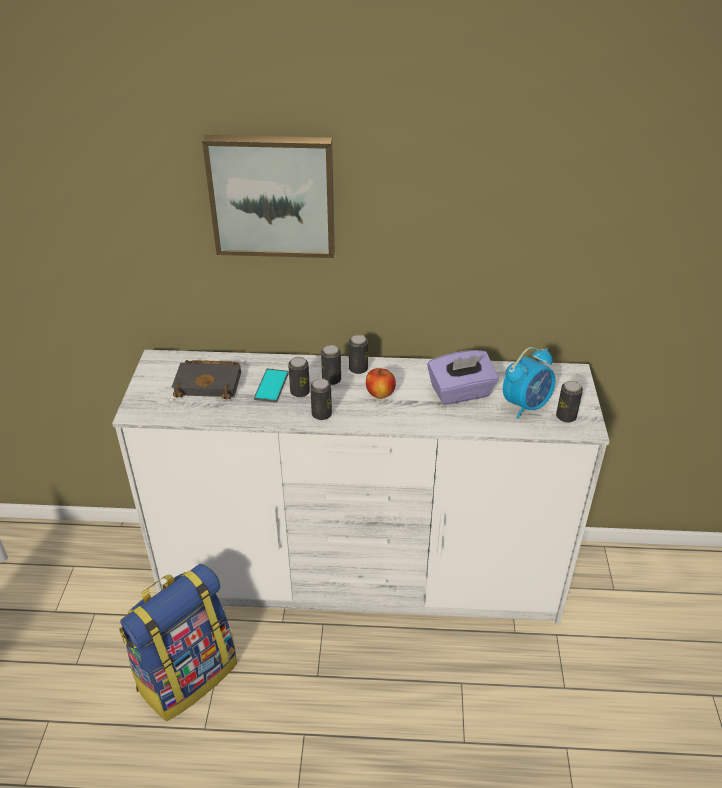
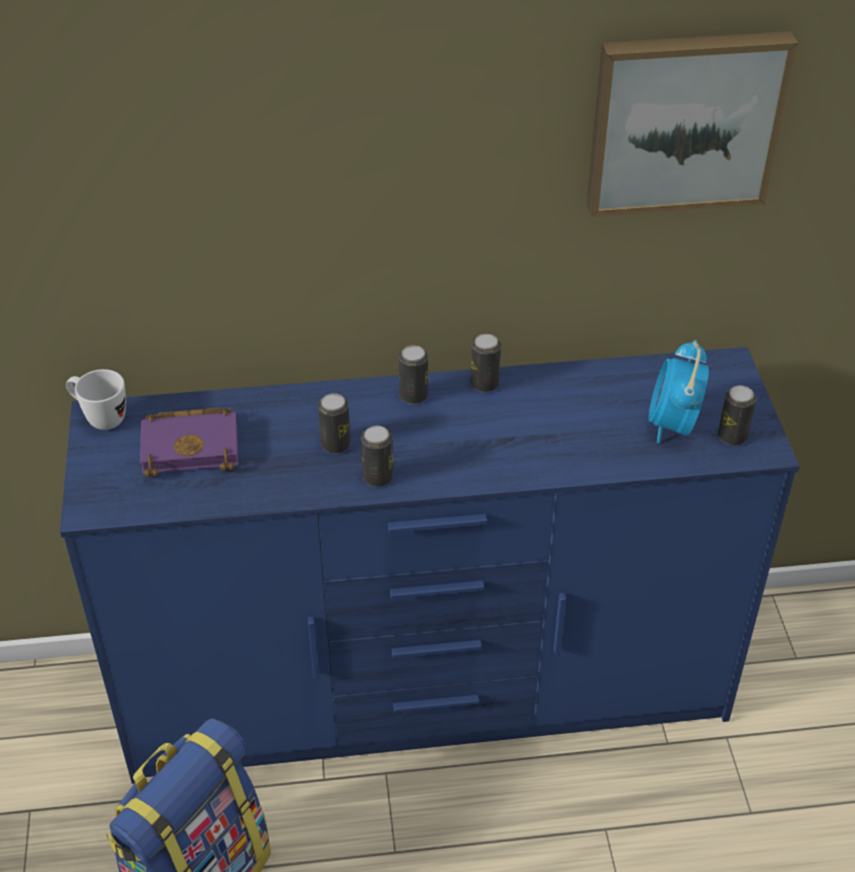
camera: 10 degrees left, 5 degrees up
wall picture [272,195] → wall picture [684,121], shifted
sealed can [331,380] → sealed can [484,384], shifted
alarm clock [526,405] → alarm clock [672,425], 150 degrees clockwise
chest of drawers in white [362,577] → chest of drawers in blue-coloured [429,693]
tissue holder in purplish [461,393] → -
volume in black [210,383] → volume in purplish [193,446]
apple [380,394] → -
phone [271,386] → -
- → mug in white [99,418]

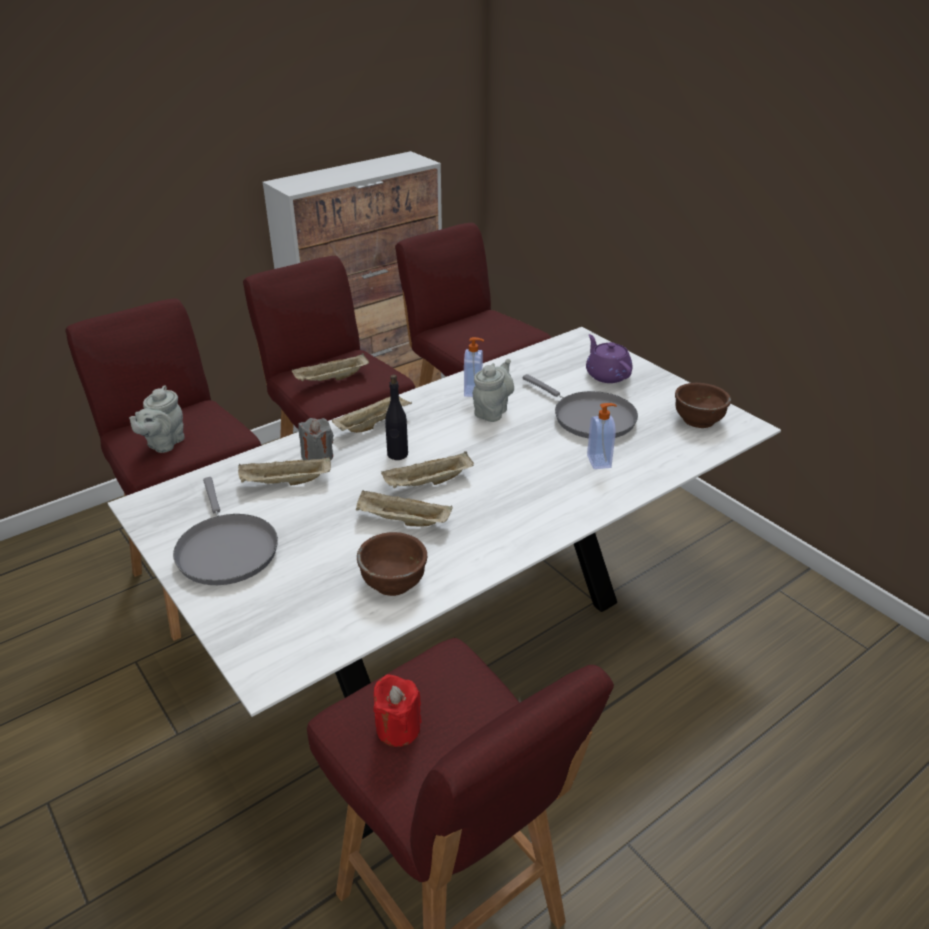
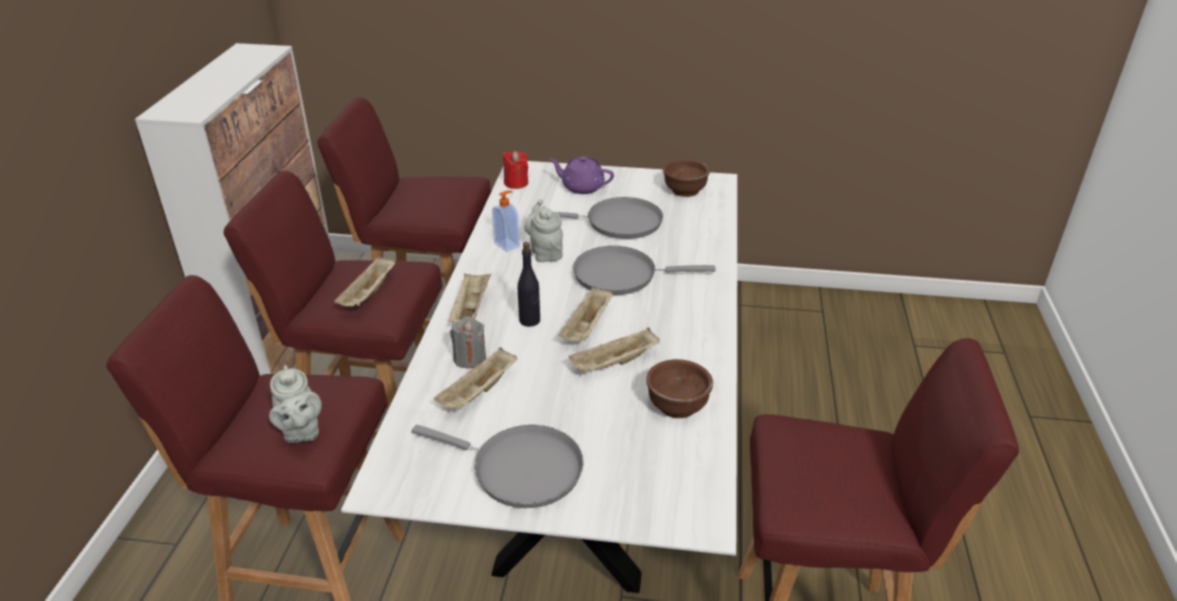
camera: 45 degrees left, 0 degrees up
soap dispenser [600,461] → -
wax light in red [398,728] → wax light in red [516,183], shifted
- → frying pan in greyish [621,275]

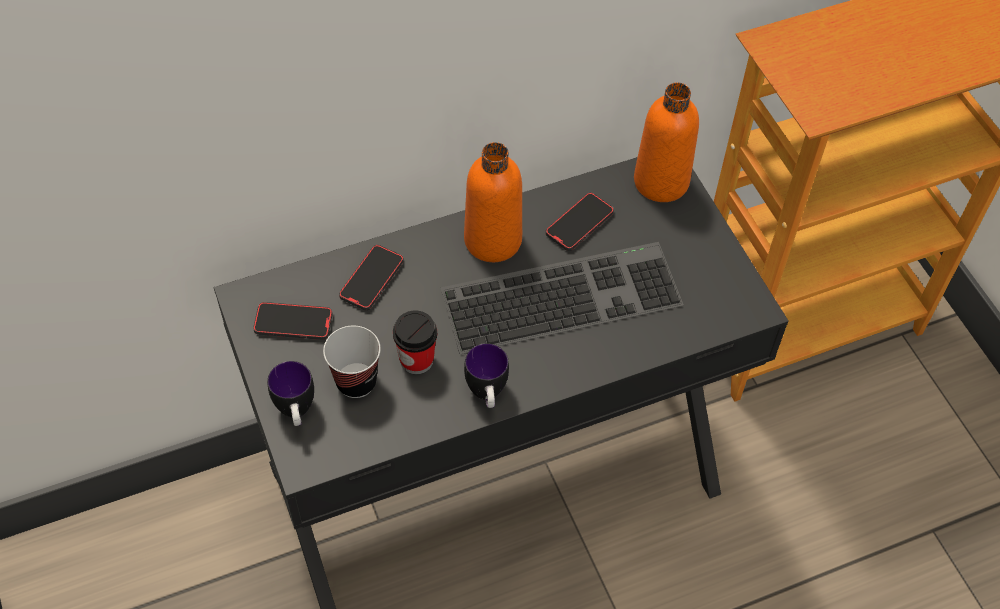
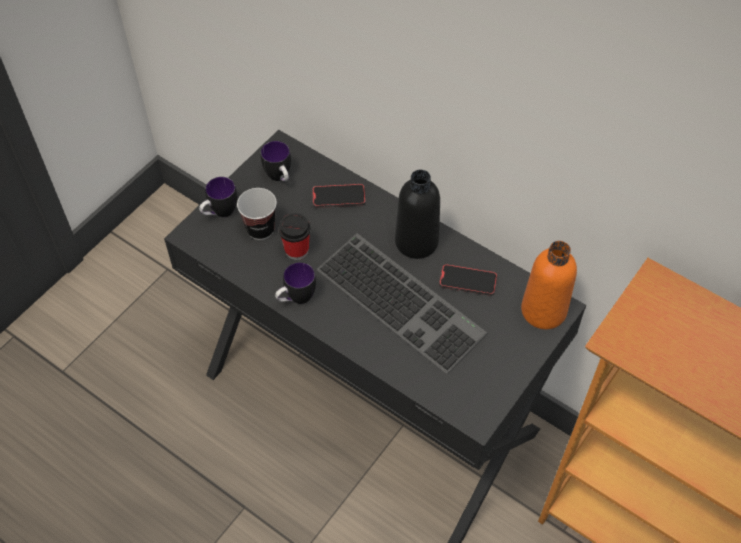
camera: 60 degrees right, 0 degrees up
beverage bottle in orange-coloured [493,240] → beverage bottle in black [416,242]
phone [293,323] → mug [280,178]

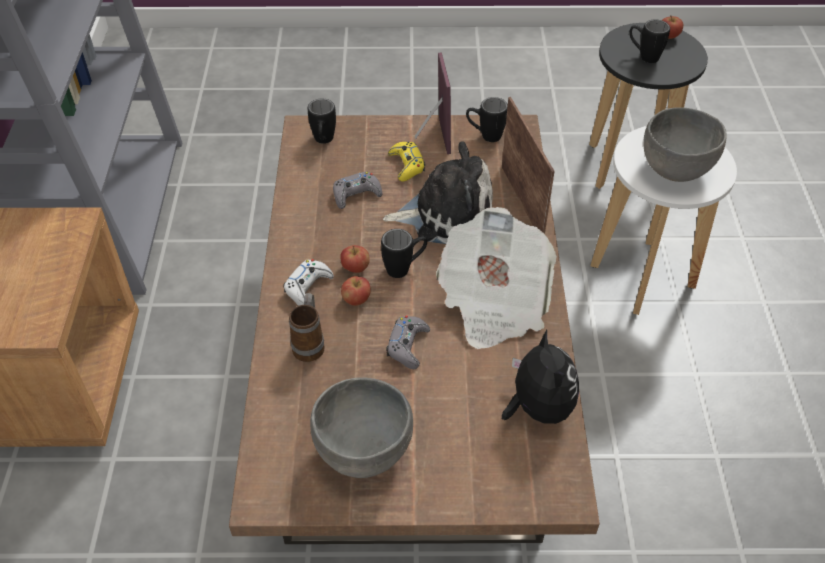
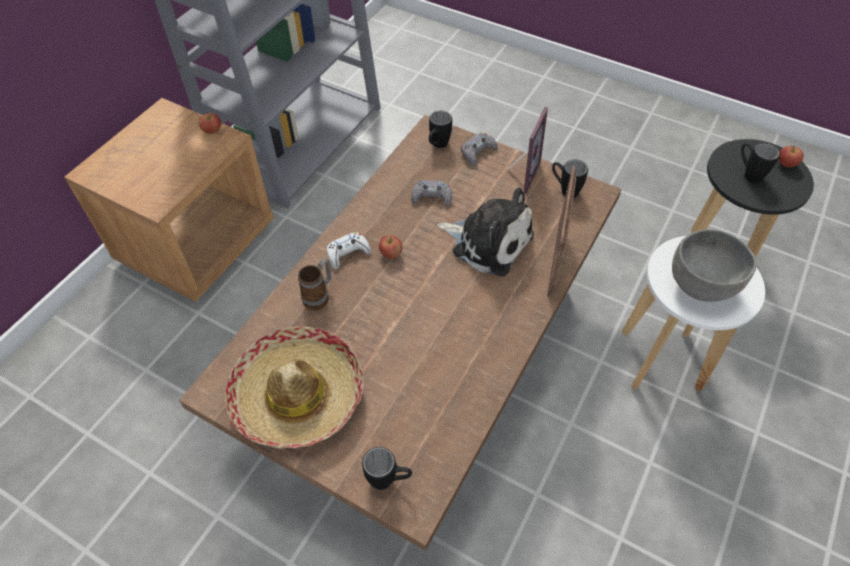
camera: 30 degrees right, 5 degrees up
joypad in yellow-coloured [407,165] → -
daily paper [493,301] → -
mug in black [404,268] → mug in black [389,480], shifted
apple [356,300] → apple [212,131], shifted
joypad in greyish [408,346] → joypad in greyish [478,152], shifted
plush toy [537,408] → -
bowl in greyish [362,452] → hat [298,394]

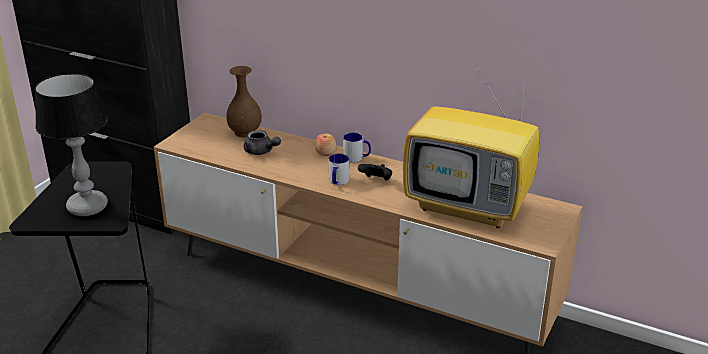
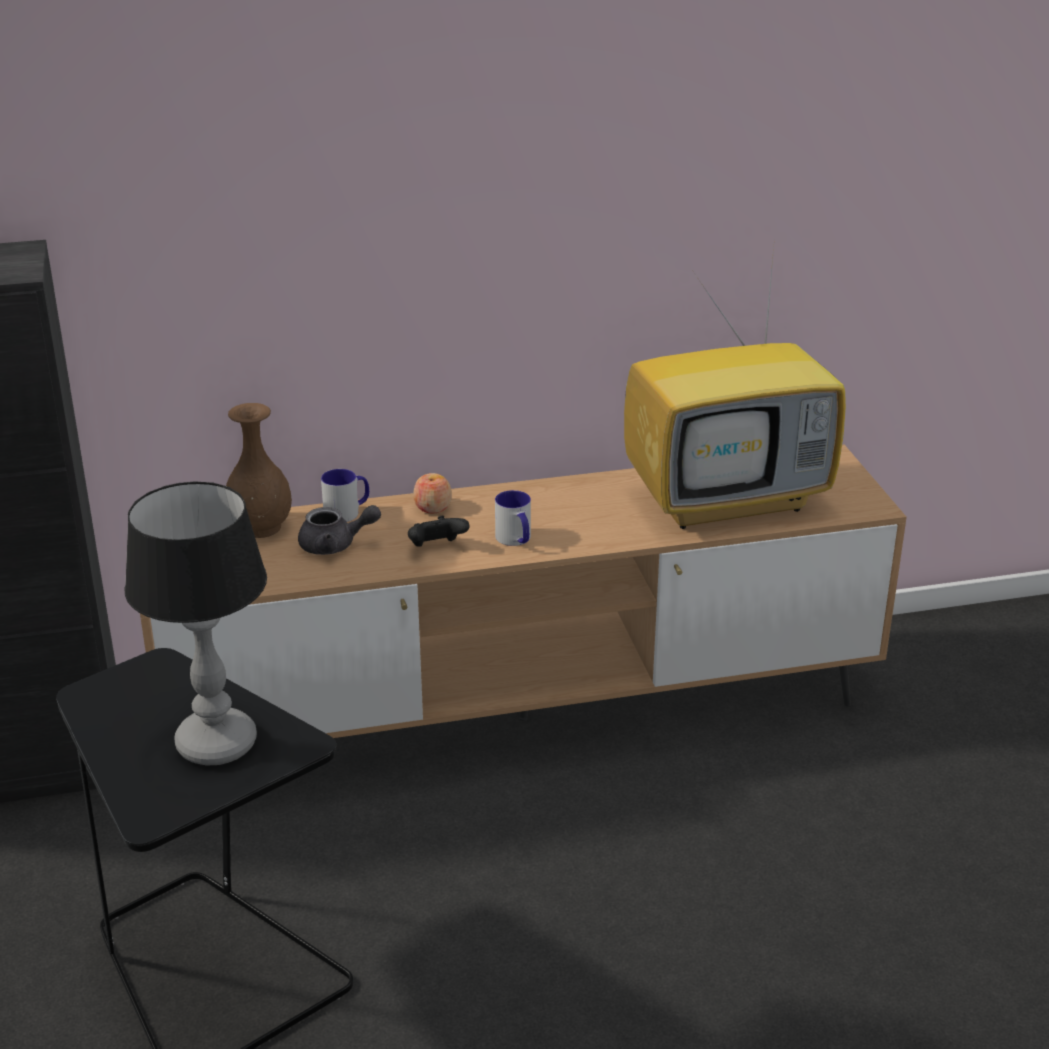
camera: 40 degrees left, 0 degrees up
mug [356,158] → mug [347,512], shifted
joypad in black [376,181] → joypad in black [436,548], shifted

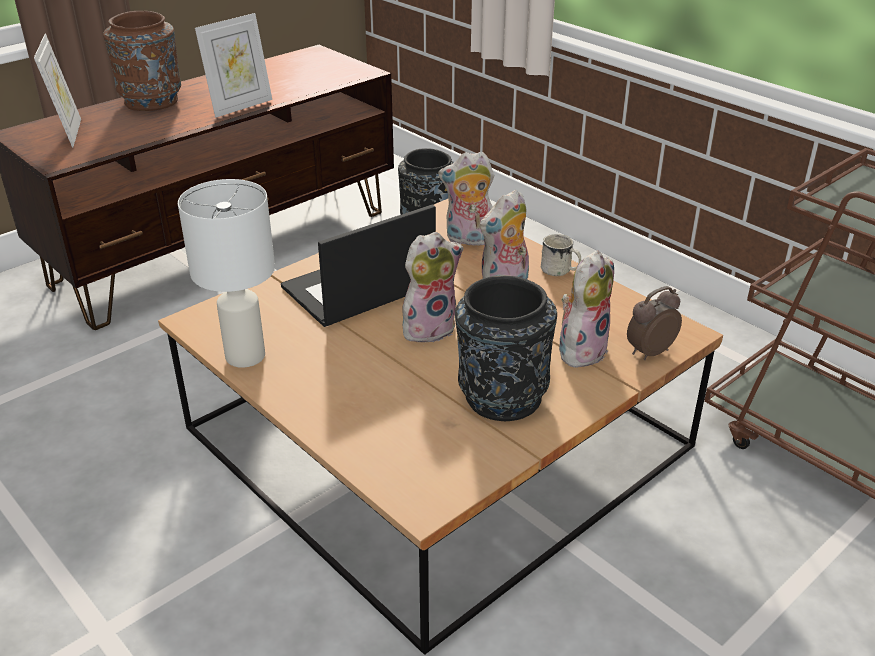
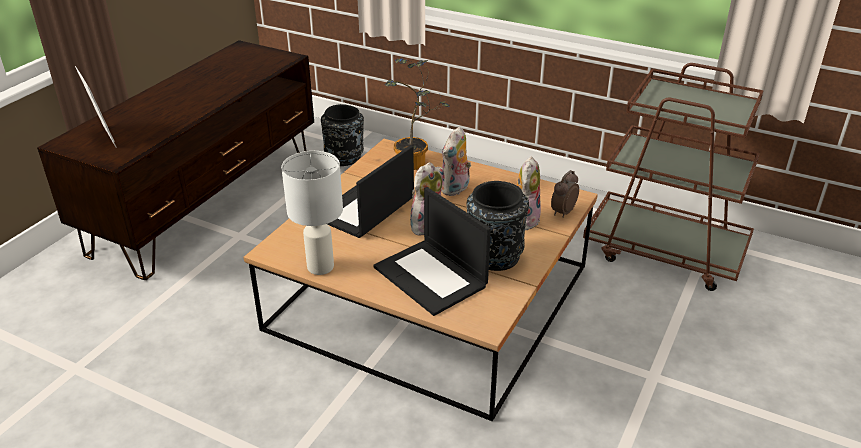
camera: 20 degrees left, 0 degrees up
decorative vase in brownish [151,102] → -
photo frame [240,106] → -
plush toy [469,240] → potted plant [415,164]
mug in white [560,271] → -
- → portable computer [432,277]

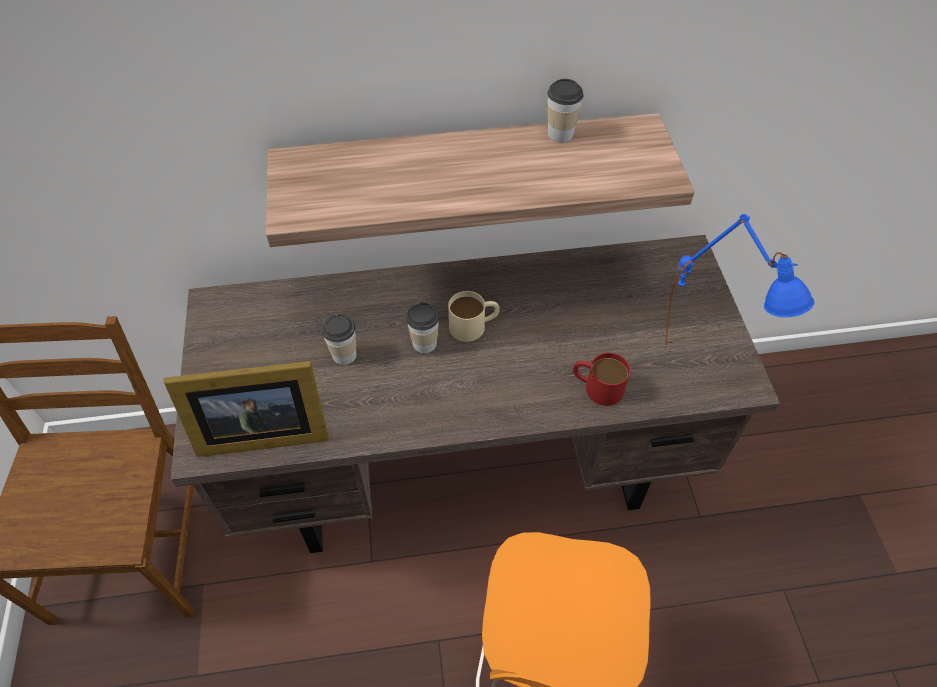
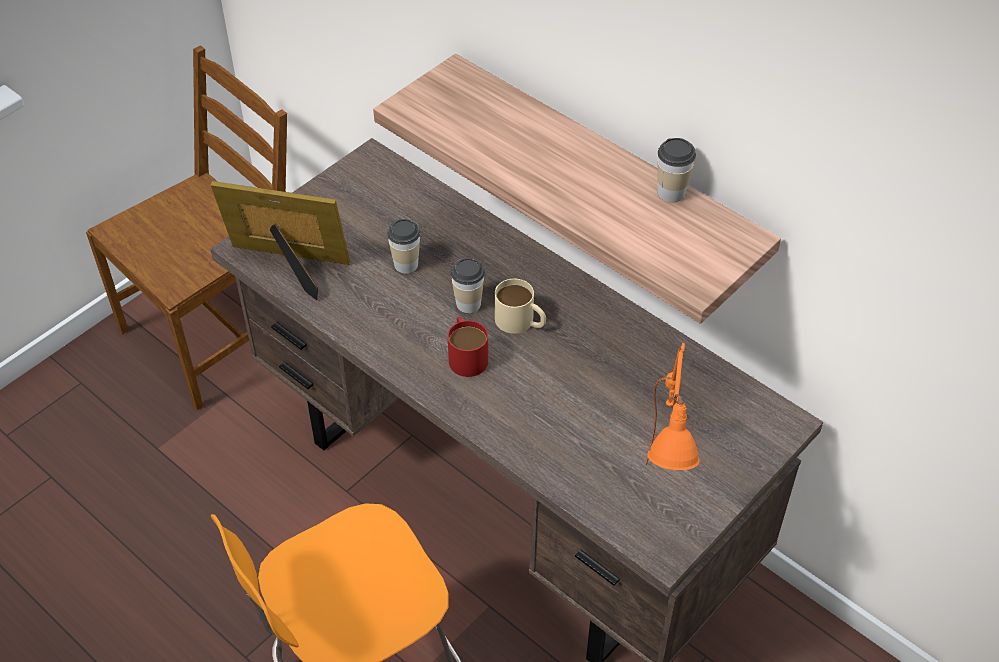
camera: 50 degrees right, 5 degrees down
table lamp in blue-coloured [707,360] → table lamp in orange-coloured [660,506]
mug in red [597,386] → mug in red [466,355], shifted
photo frame [259,432] → photo frame [290,266], 150 degrees clockwise

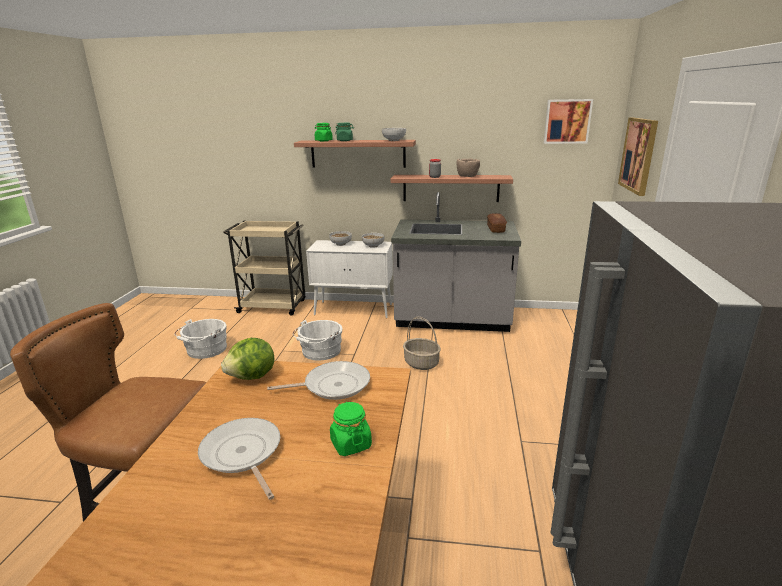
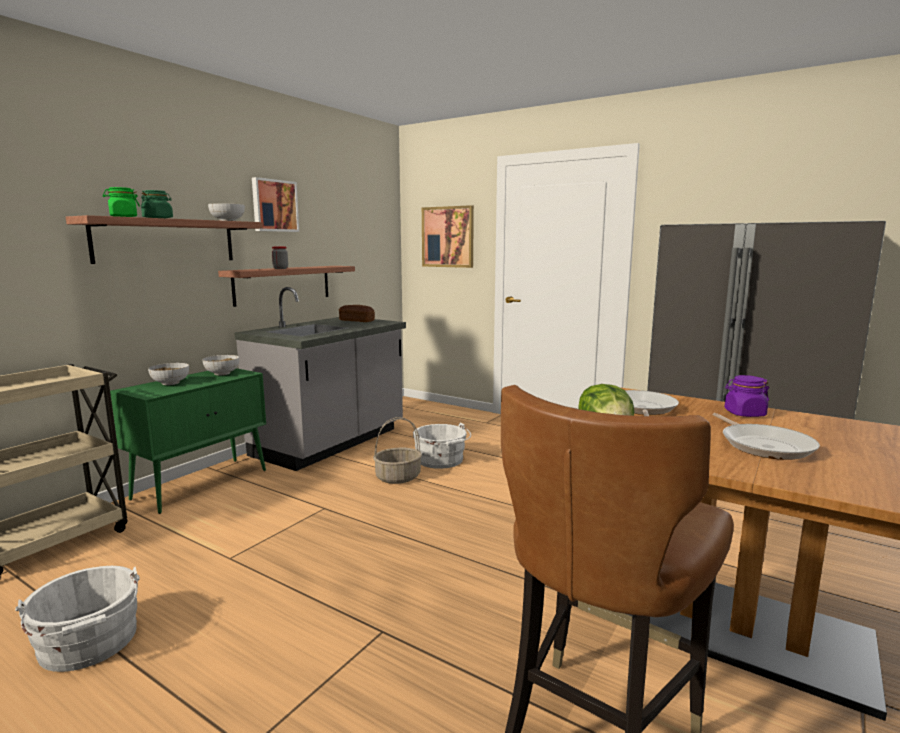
camera: 65 degrees left, 10 degrees down
wall picture [567,121] → wall picture [274,206], shifted
bowl in brownish [467,176] → -
cupboard in white [354,310] → cupboard in green-coloured [202,484]
pail in white [320,352] → pail in white [441,460], shifted
preserve jar in green-coloured [350,444] → preserve jar in purplish [744,414]
frying pan [242,454] → frying pan [764,445], 90 degrees counterclockwise

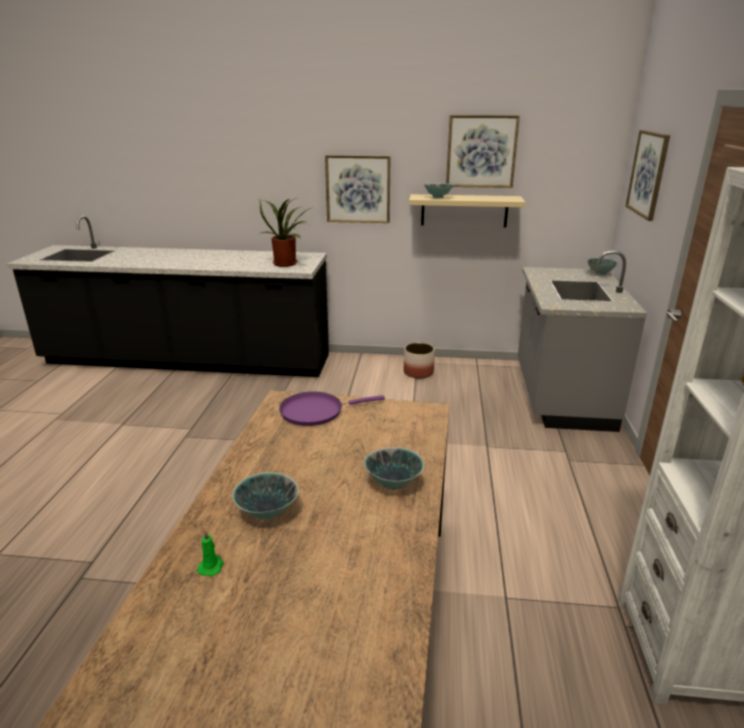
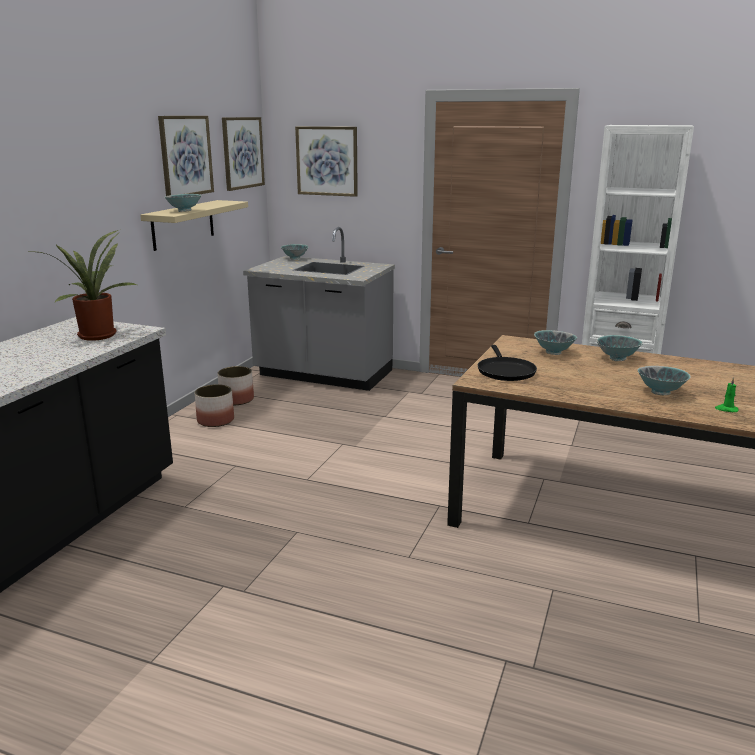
camera: 75 degrees left, 5 degrees down
wall picture [358,189] → wall picture [242,153], shifted
frying pan in purplish [316,411] → frying pan in black [505,371]
- → bowl [553,353]
- → flower pot [237,400]

